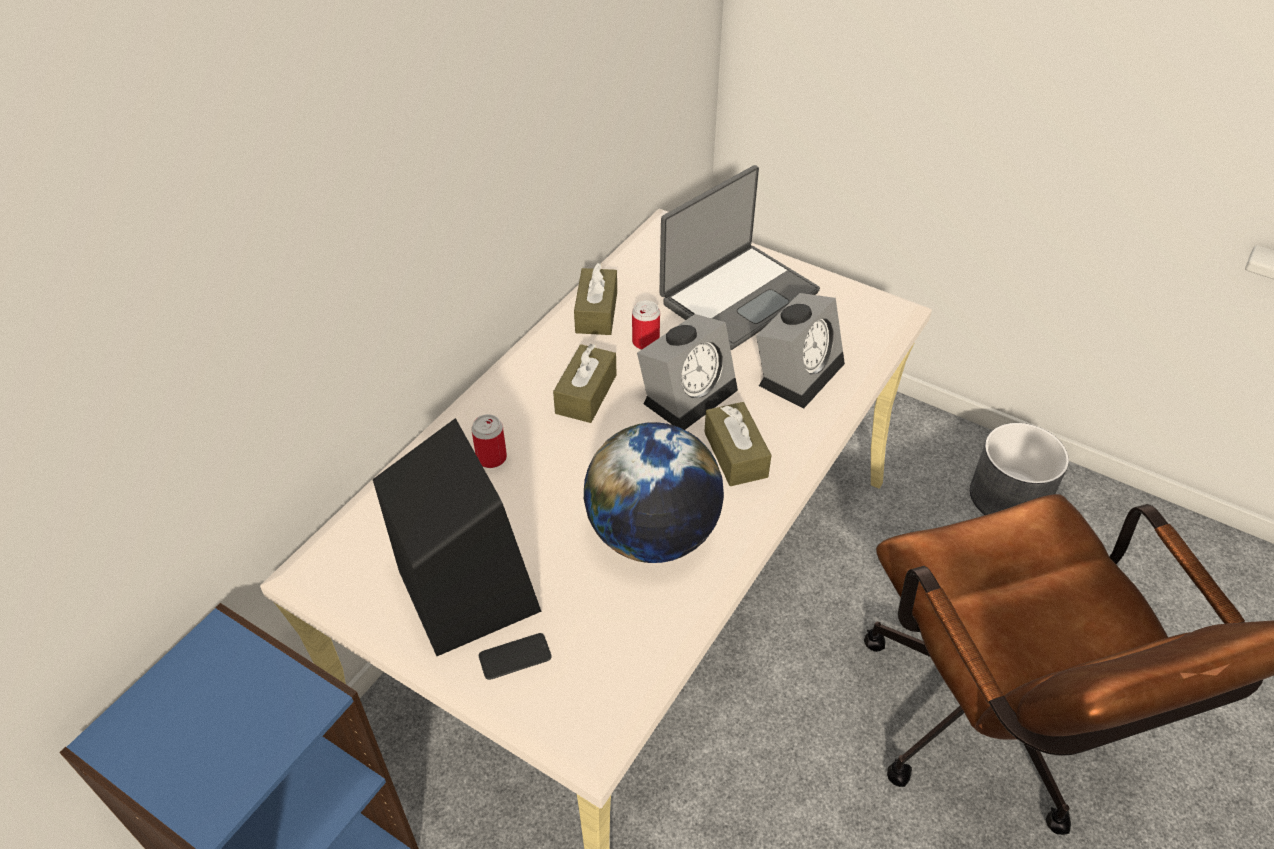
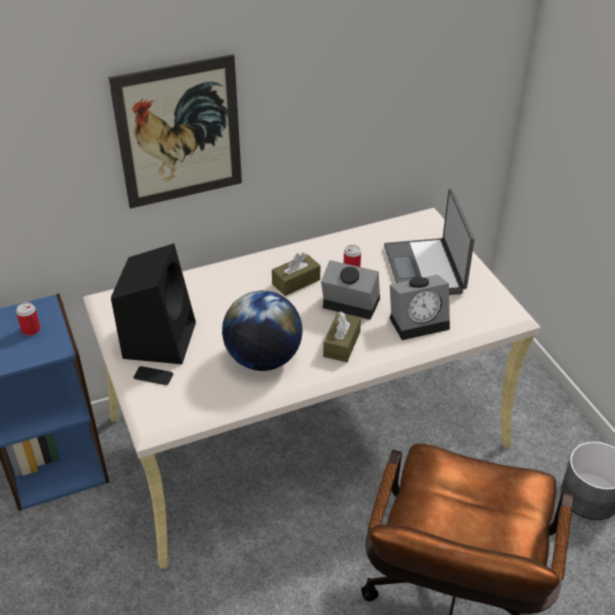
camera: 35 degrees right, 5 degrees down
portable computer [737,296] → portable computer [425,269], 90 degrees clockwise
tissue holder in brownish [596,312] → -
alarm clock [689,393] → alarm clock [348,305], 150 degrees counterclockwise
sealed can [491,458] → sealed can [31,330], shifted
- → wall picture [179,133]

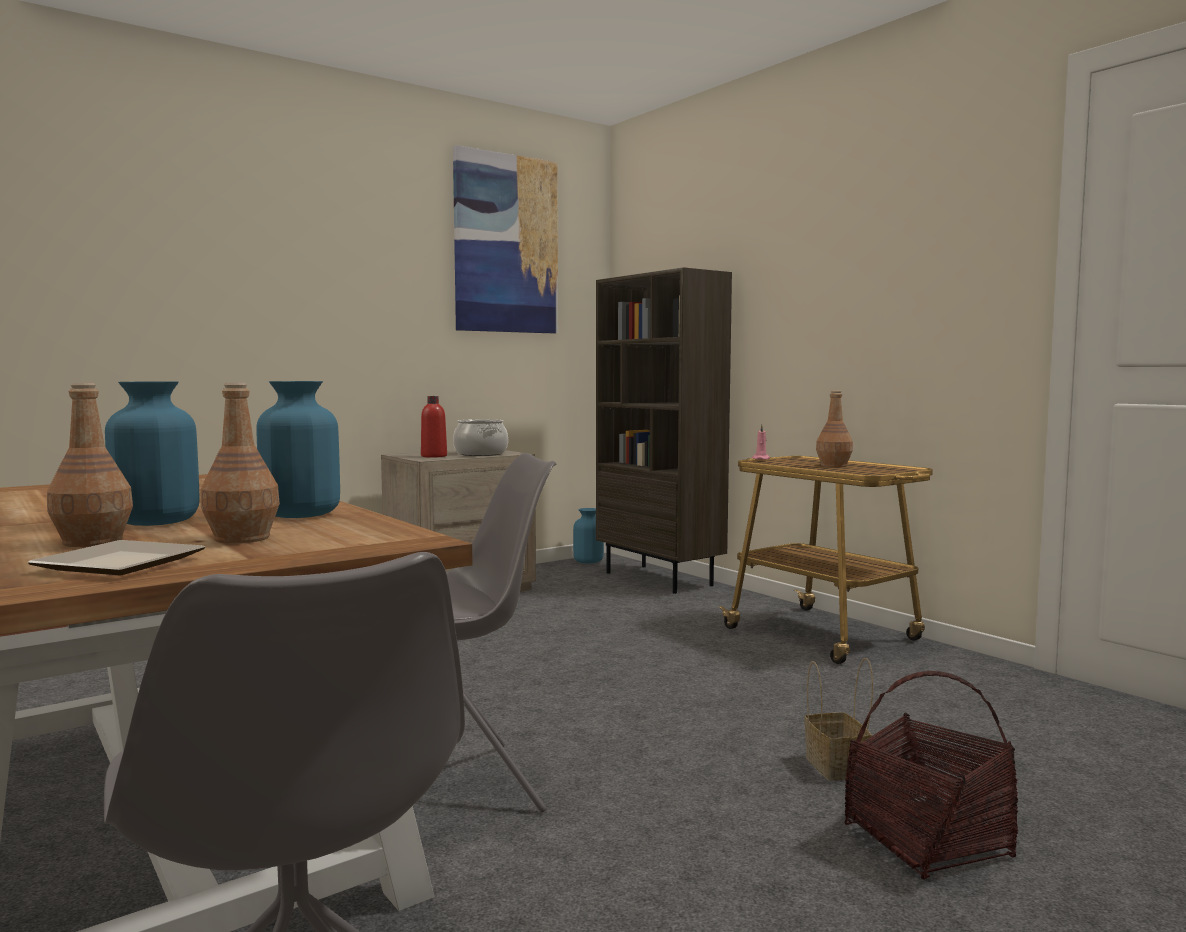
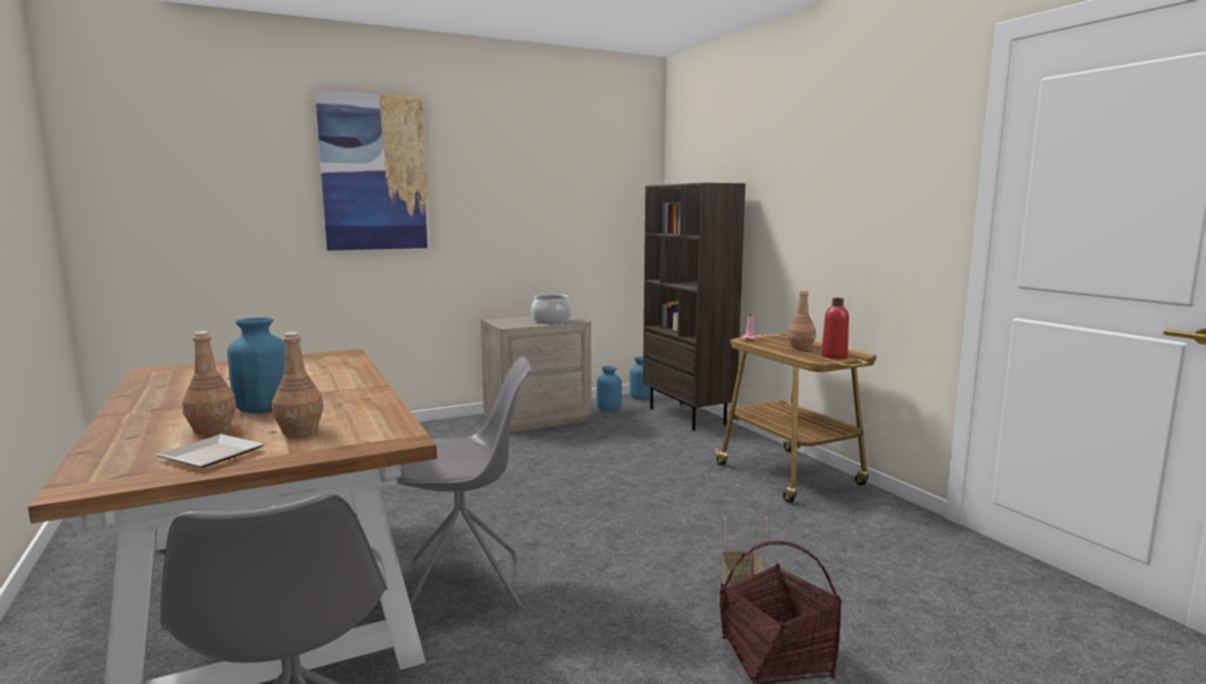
camera: 10 degrees right, 5 degrees up
wall picture [506,244] → wall picture [374,173], shifted
decorative vase in blue-coloured [300,514] → decorative vase in blue-coloured [609,409], shifted
beverage bottle in red [434,456] → beverage bottle in red [834,356], shifted

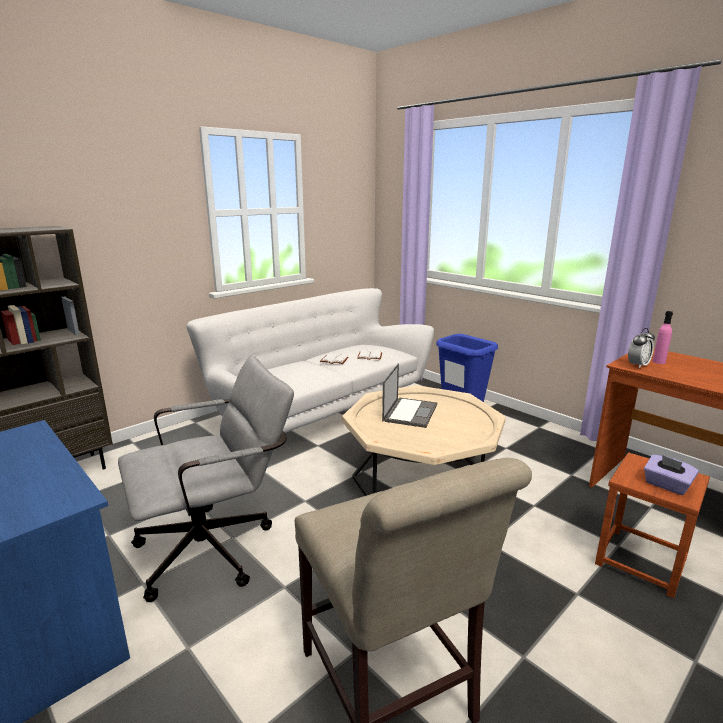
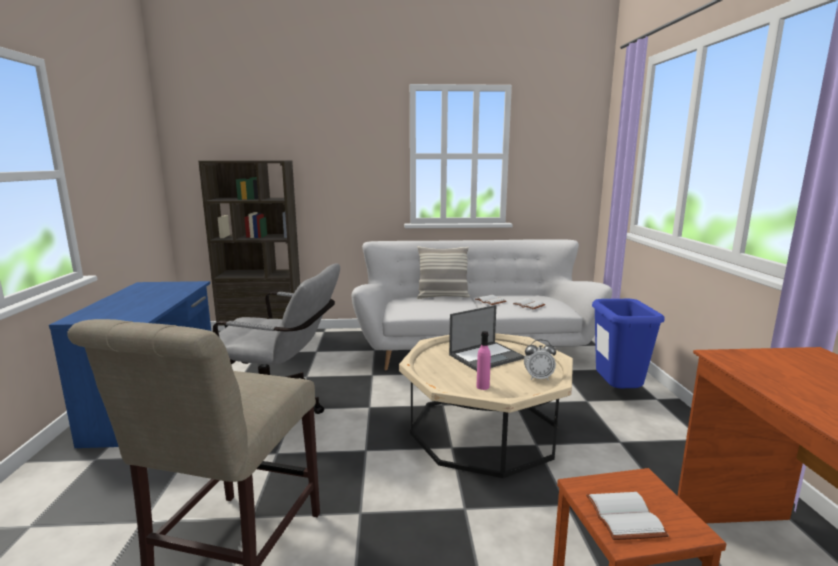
camera: 40 degrees right, 5 degrees down
beverage bottle in pink-coloured [658,362] → beverage bottle in pink-coloured [482,386], shifted
alarm clock [638,365] → alarm clock [538,378], shifted
tissue holder in purplish [666,485] → volume in white [627,517]
- → throw pillow [442,296]

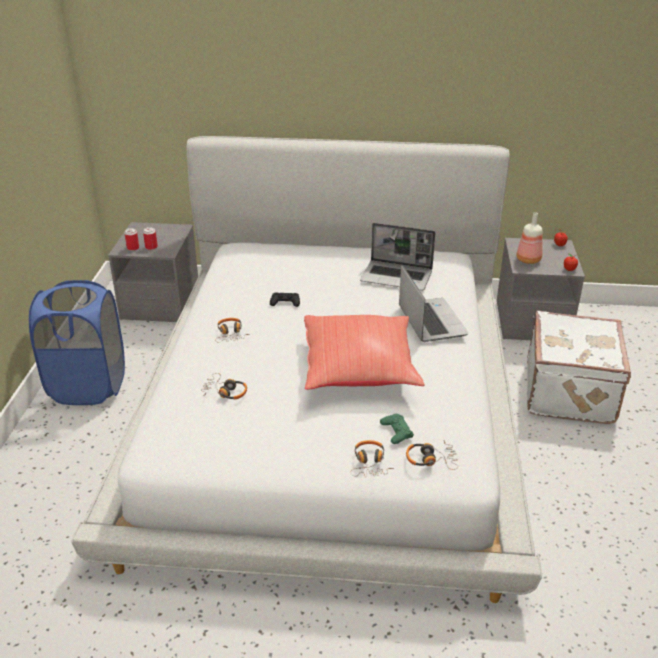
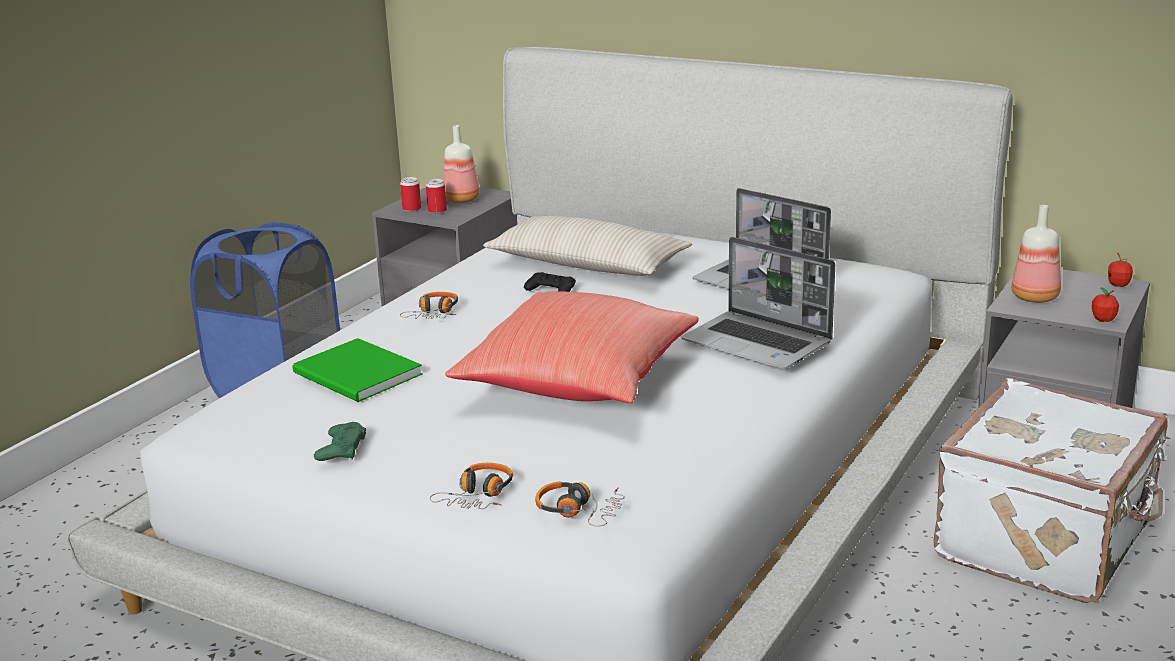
camera: 25 degrees right, 10 degrees down
portable computer [430,321] → portable computer [759,343], 120 degrees clockwise
pair of headphones [225,392] → volume in green-coloured [357,376]
joypad in green-coloured [396,432] → joypad in green-coloured [341,448], shifted
- → beverage bottle [461,199]
- → throw pillow in sand-coloured [587,266]

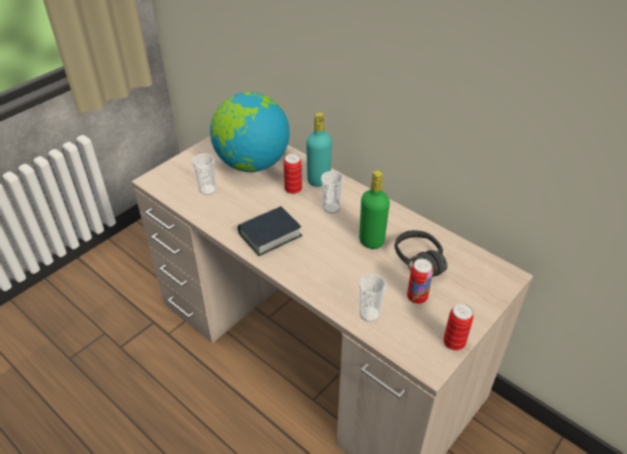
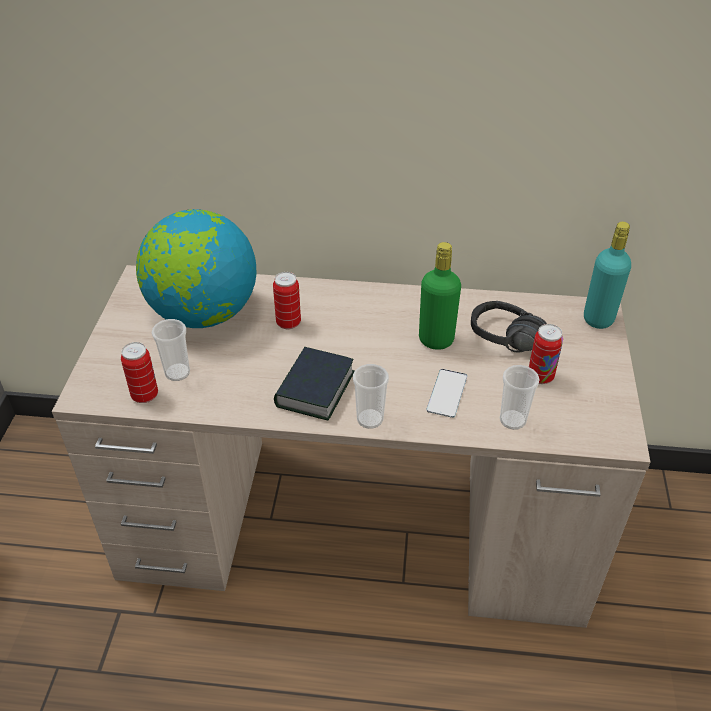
camera: 35 degrees left, 0 degrees up
beverage bottle in turquoise [318,180] → beverage bottle in turquoise [598,319], shifted
cup [331,208] → cup [370,419], shifted
sealed can [454,343] → sealed can [145,395], shifted
- → phone [447,393]

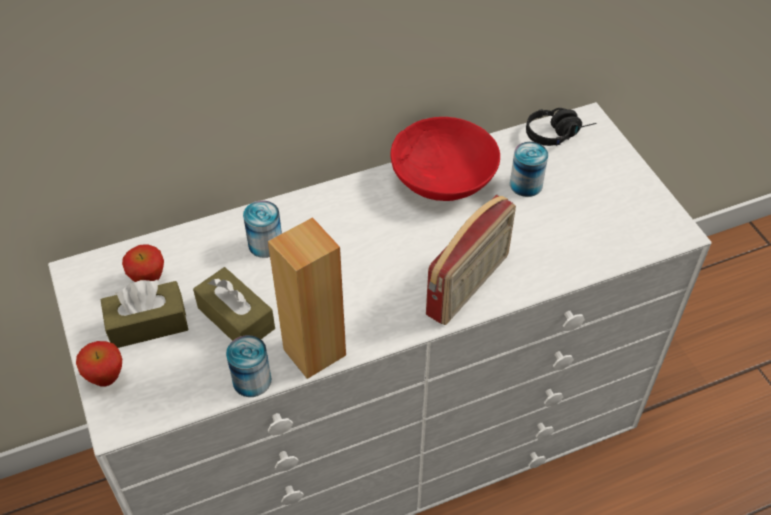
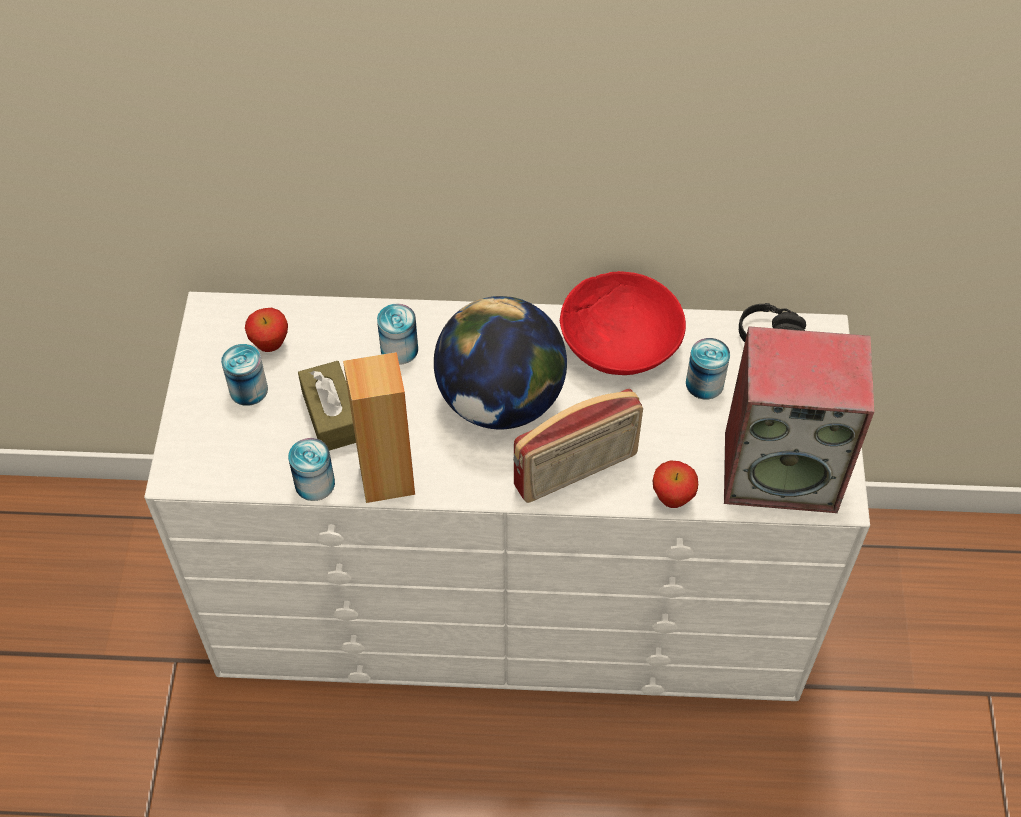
camera: 25 degrees right, 5 degrees up
tissue holder in brownish [148,324] → sealed can [248,389]
apple [106,378] → apple [672,499], shifted
- → desk globe [500,401]
- → loudspeaker [782,470]

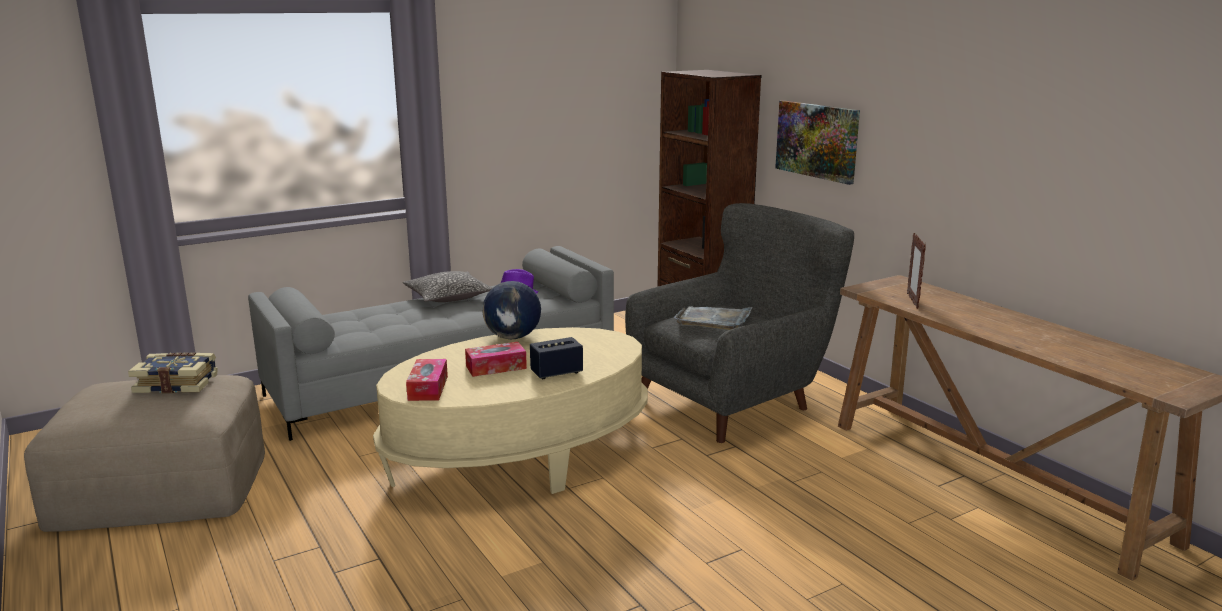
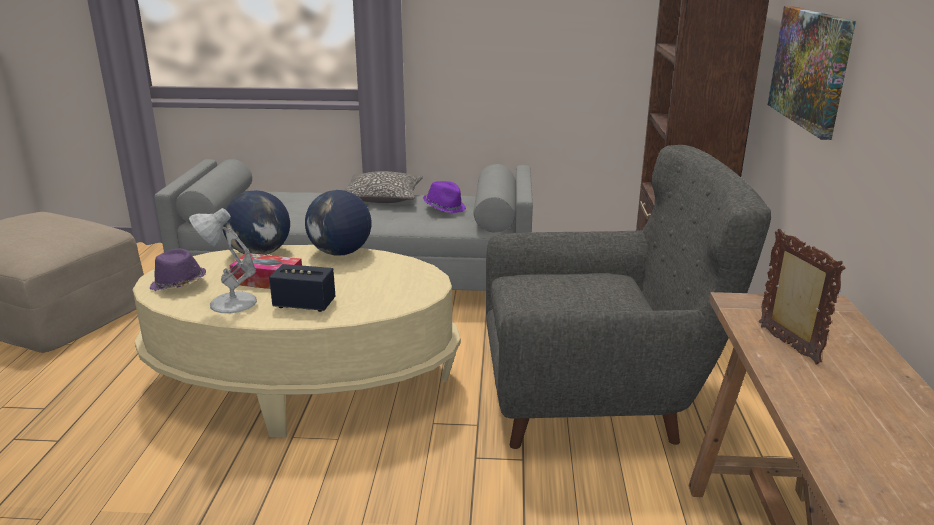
camera: 35 degrees right, 5 degrees up
photo frame [912,301] → photo frame [787,345], 120 degrees clockwise
tray in greyish [714,319] → -
volume [177,383] → -
tissue holder [428,388] → hat in purplish [178,285]
- → desk globe [260,253]
- → table lamp in white [230,303]

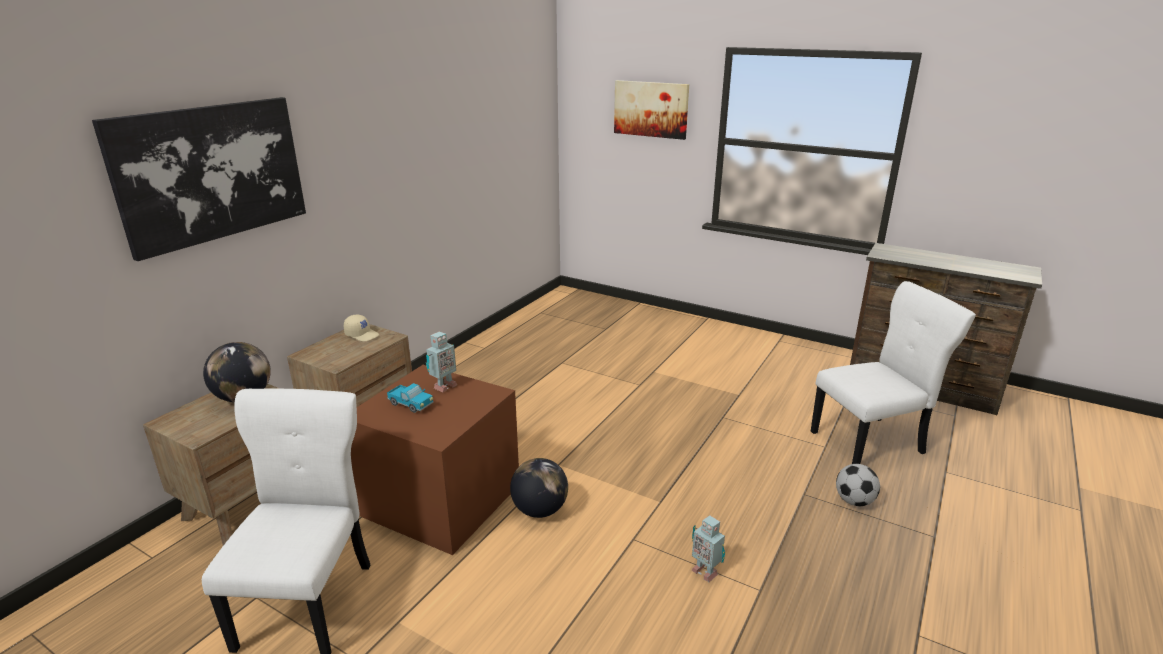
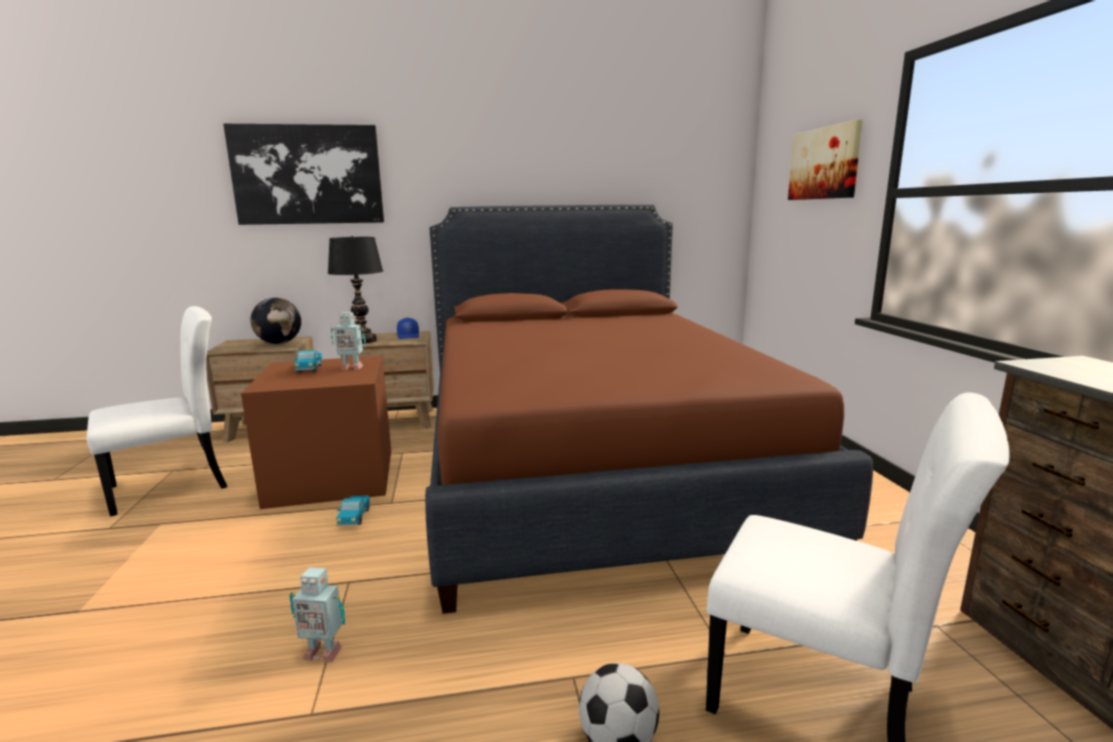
camera: 50 degrees right, 10 degrees down
peaked cap in sand-coloured [362,334] → peaked cap in blue-coloured [409,336]
desk globe [540,510] → toy lorry [354,518]
model robot [705,571] → model robot [323,651], 90 degrees counterclockwise
- → bedroom bed in brownish [590,464]
- → table lamp in black [362,341]

